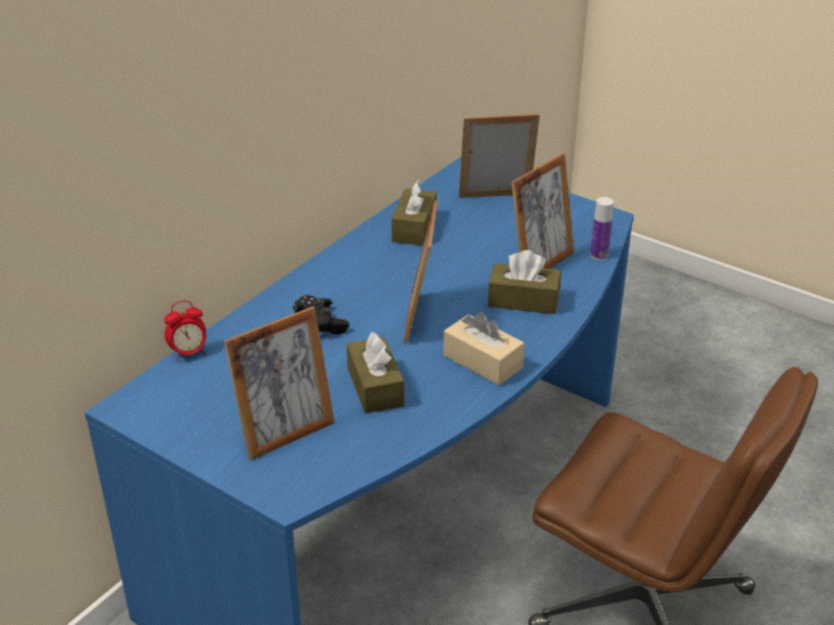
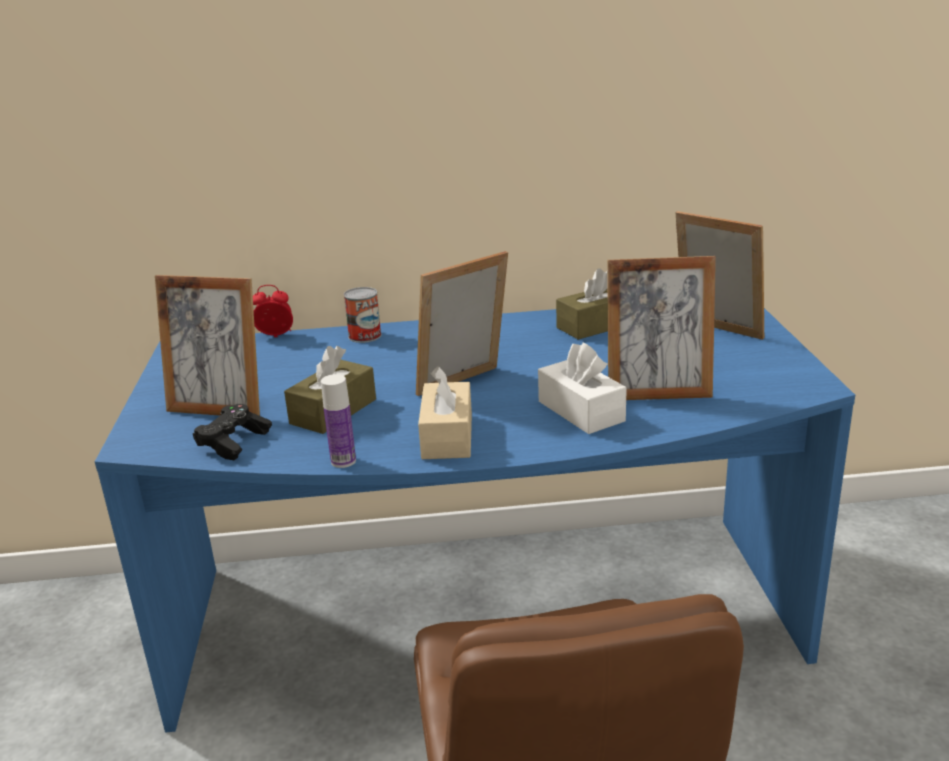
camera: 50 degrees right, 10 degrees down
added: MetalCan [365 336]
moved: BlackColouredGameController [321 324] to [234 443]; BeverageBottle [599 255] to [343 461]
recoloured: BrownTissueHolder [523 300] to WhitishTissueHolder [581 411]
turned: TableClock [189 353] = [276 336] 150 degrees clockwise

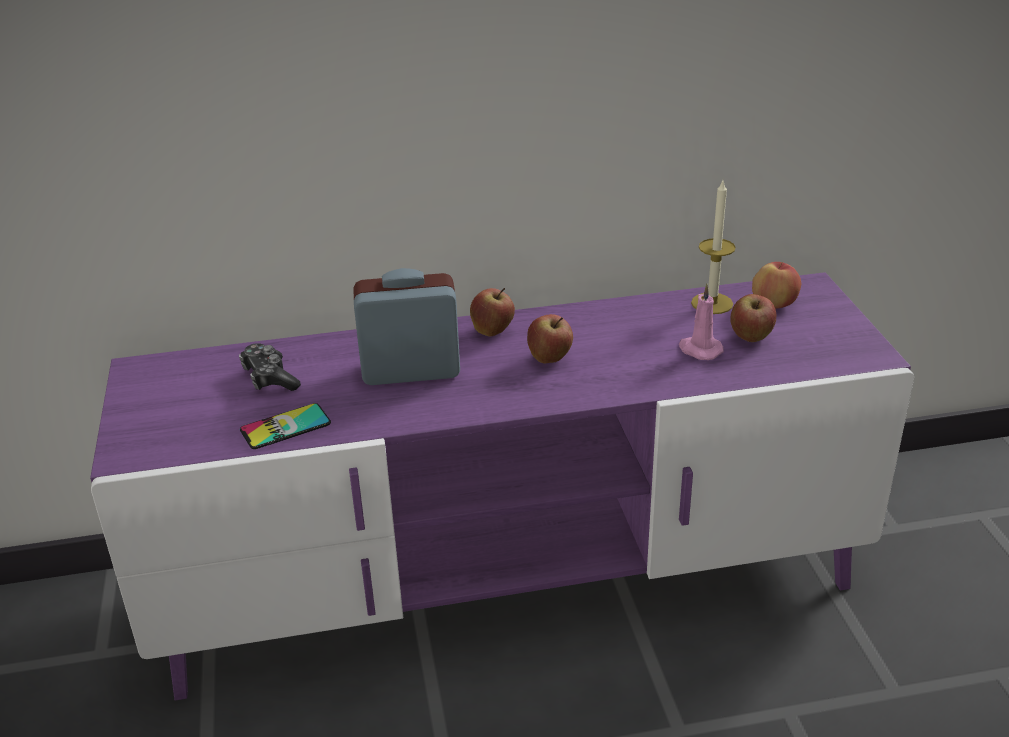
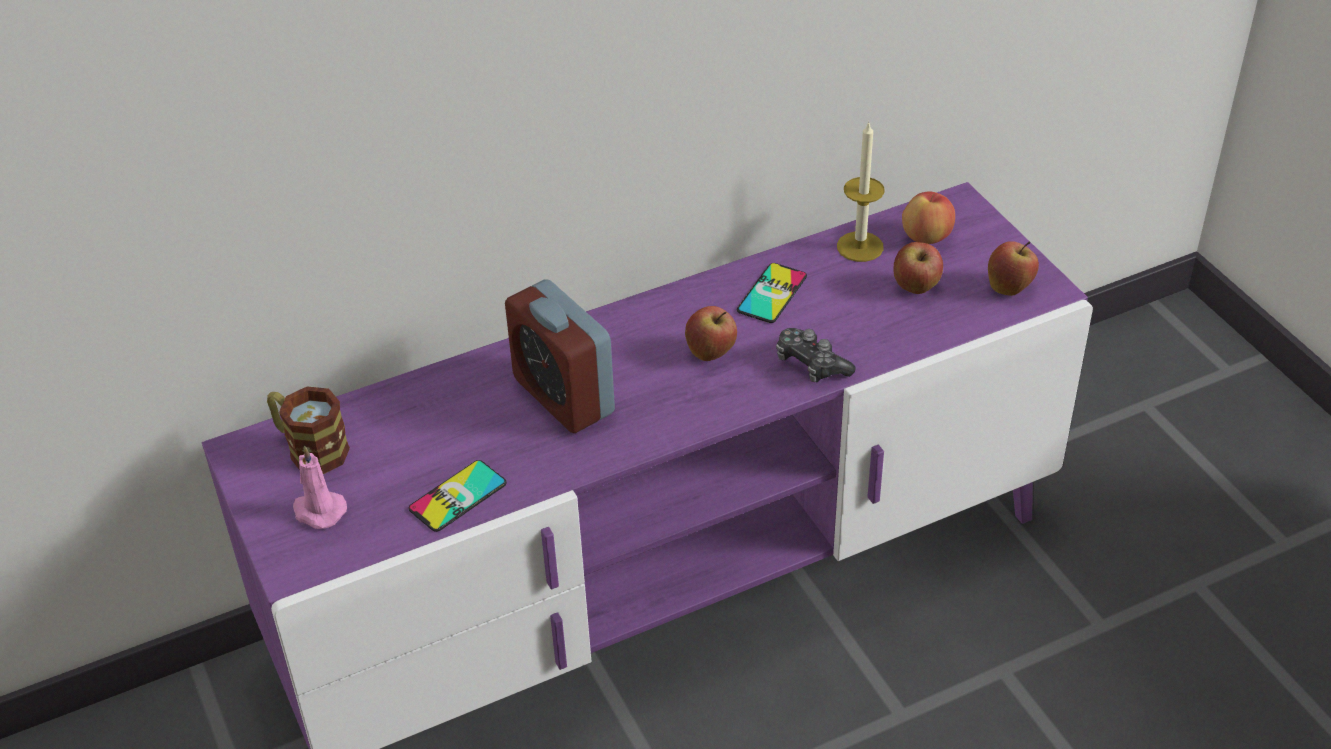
camera: 15 degrees left, 10 degrees up
added: Mug [309 448]; Telephone [772 293]
moved: GameController [269 378] to [811 364]; AppleFruit [493 331] to [1009 287]; PinkishWaxLight [699 350] to [318 511]
turned: TableClock [410 370] = [563 396] 105 degrees counterclockwise

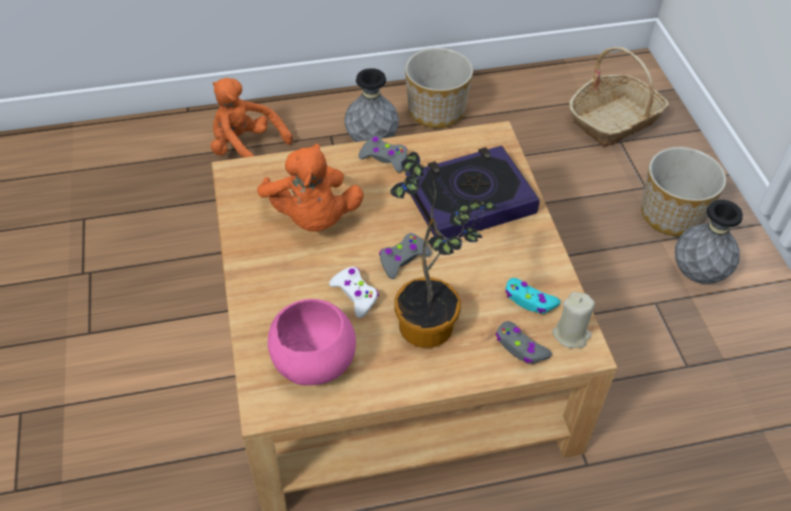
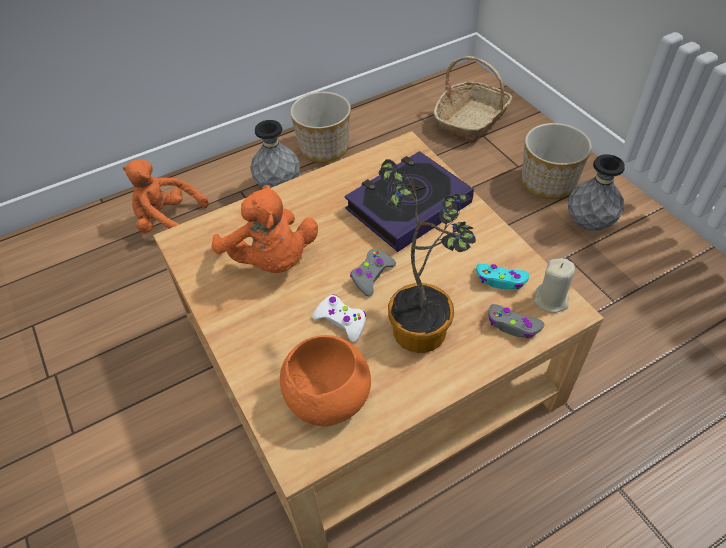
camera: 15 degrees left, 0 degrees up
removed: GreyishGameController [384 158]
recoloured: PinkishBowl [313 360] to OrangeBowl [327 396]

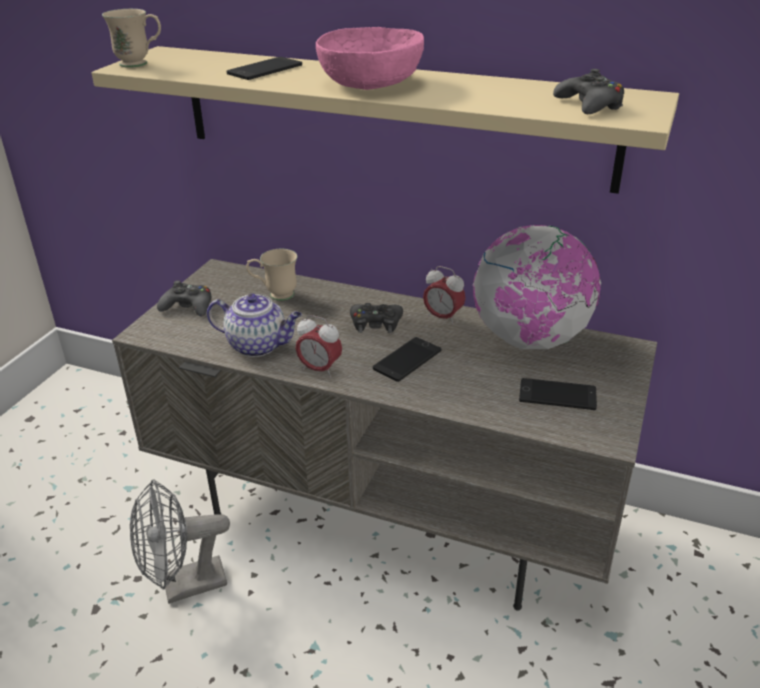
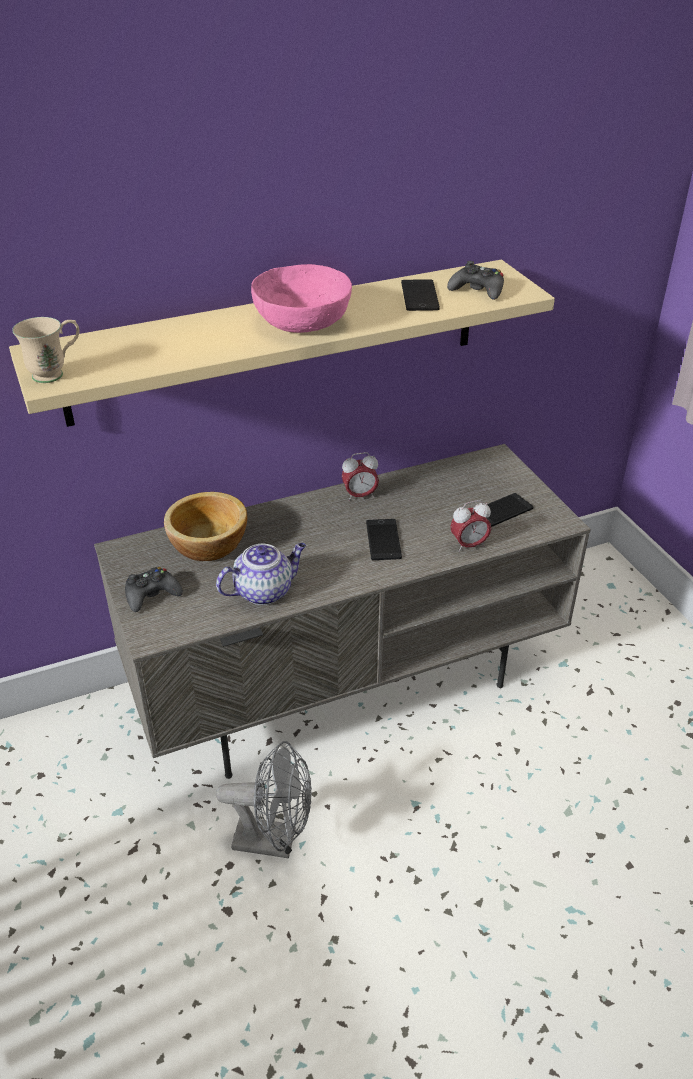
camera: 45 degrees left, 5 degrees up
removed: BlackColouredGameController [376 323]; Globe [530 340]
moved: Telephone [265 69] to [419 296]; TableClock [320 369] to [469 545]
replaced: BeigeMug [275 295] to Bowl [209 545]
turned: GreyishFan [184 586] = [274 841] 105 degrees counterclockwise

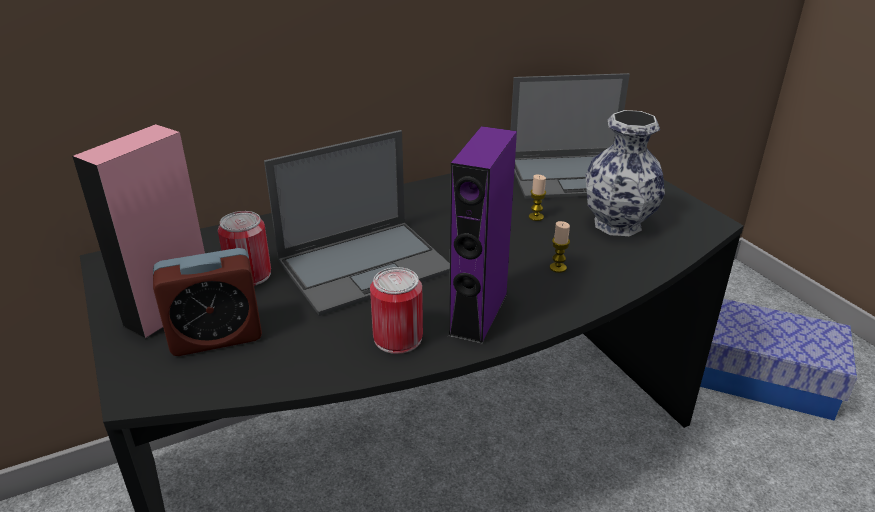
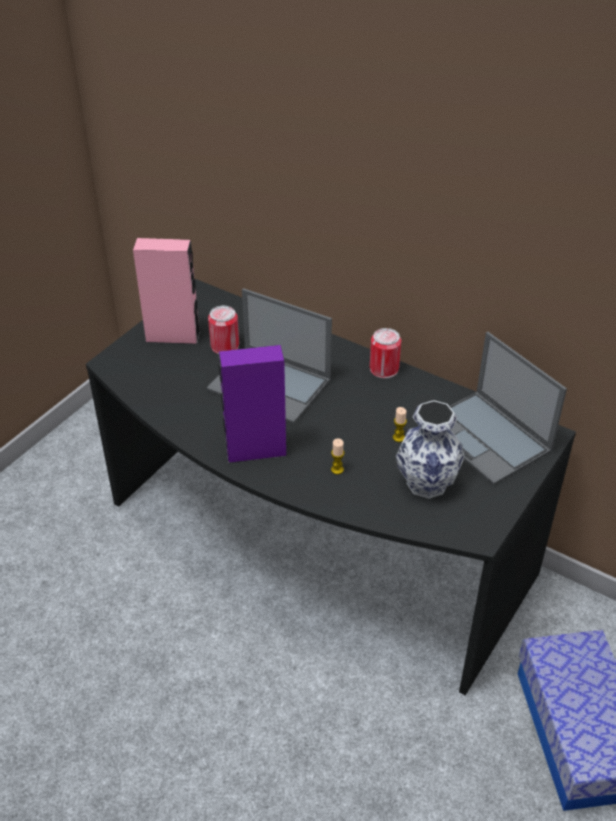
camera: 60 degrees right, 10 degrees up
removed: TableClock [216 337]
moved: MetalCan [398 338] to [384 369]

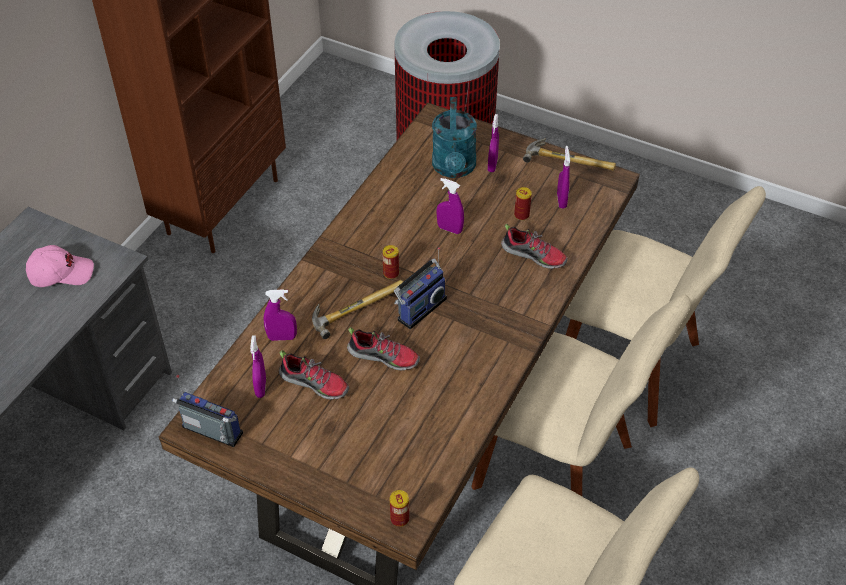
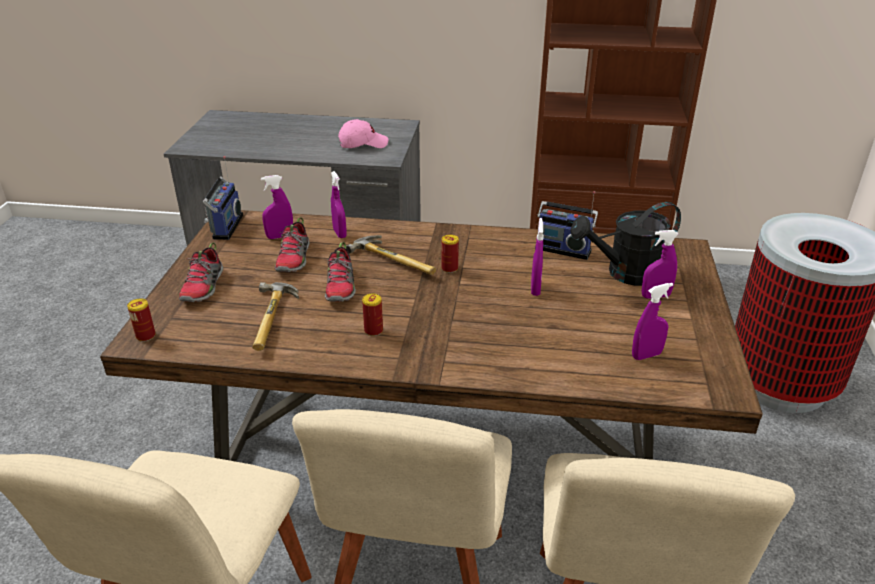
camera: 70 degrees right, 15 degrees down
moved: RadioSet [419 308] to [563 249]; LowShoe [534 255] to [203 287]; MetalCan [521 215] to [373 331]; Hammer [570 159] to [276 320]
recoloured: BlueGreenWateringCan [454 169] to BlackColouredWateringCan [625 274]
turned: PinkishCap [61 273] = [363 144] 75 degrees counterclockwise

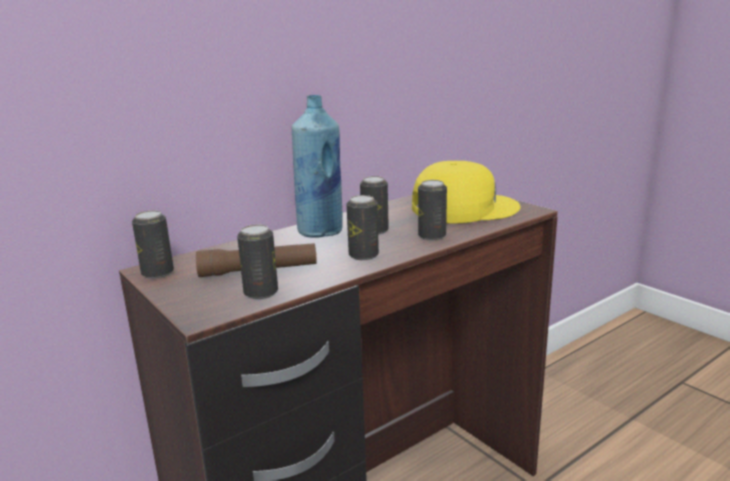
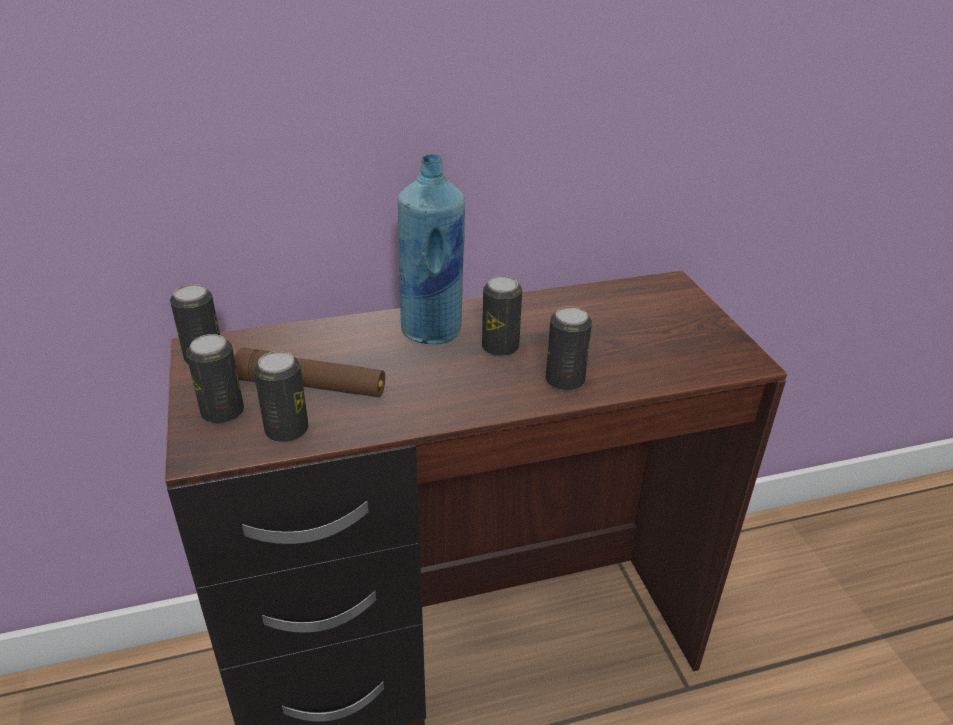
camera: 20 degrees right, 15 degrees up
removed: YellowCap [463 208]
moved: MetalCan [363 255] to [223 412]

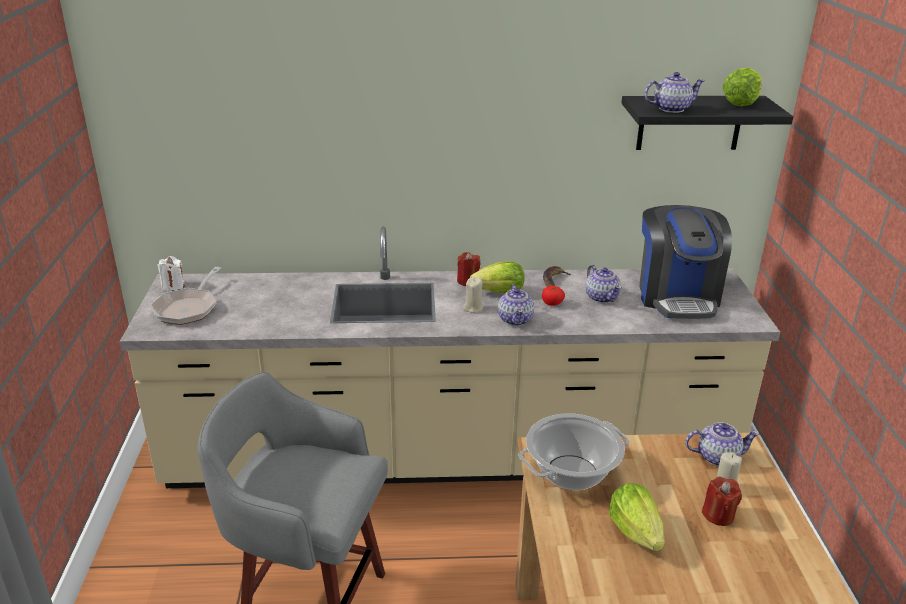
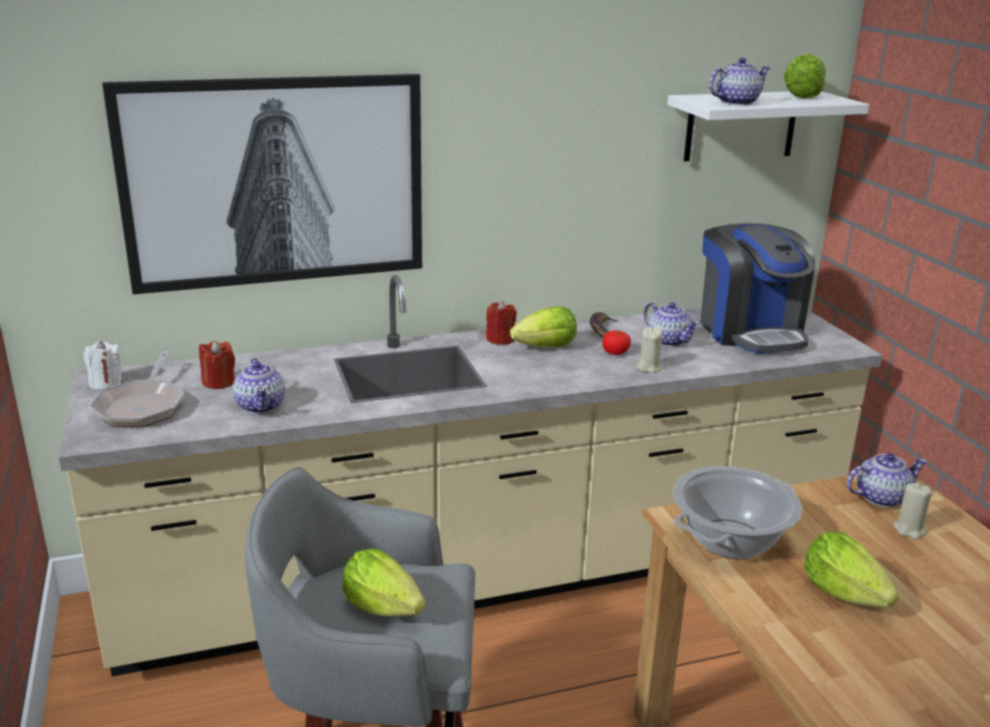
camera: 15 degrees left, 5 degrees down
added: WallPicture [275 181]; HeadOfLettuce [382 606]
moved: BeigeWaxLight [473 308] to [648 367]; TeaPot [515 319] to [261 406]; ReddishWaxLight [718 515] to [219 382]
recoloured: BlackColouredBracketShelf [689 122] to WhitishBracketShelf [741 125]

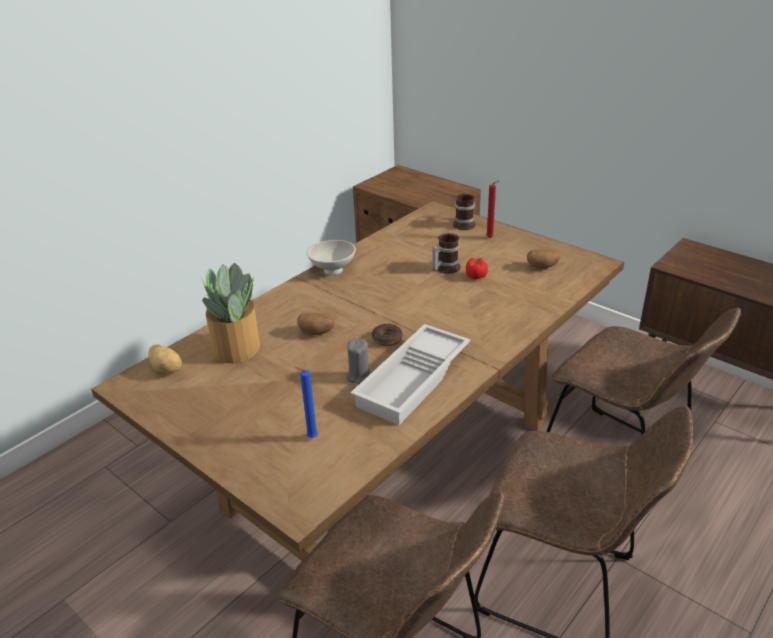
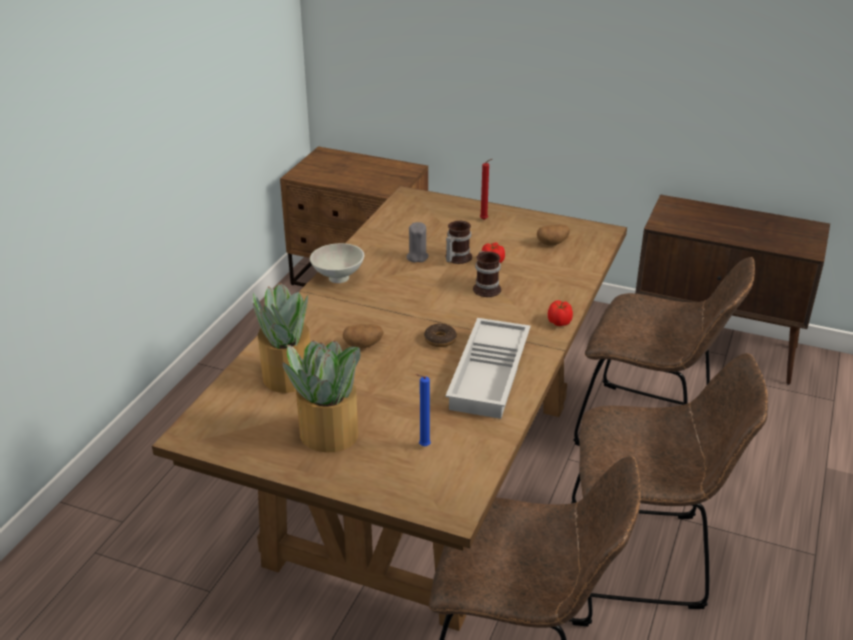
camera: 20 degrees left, 0 degrees up
removed: Potato [167 369]
added: PottedPlant [328 433]; WholeTomato [559 322]
moved: GreyishWaxLight [359 376] to [417 257]; Mug [465 224] to [487 287]

